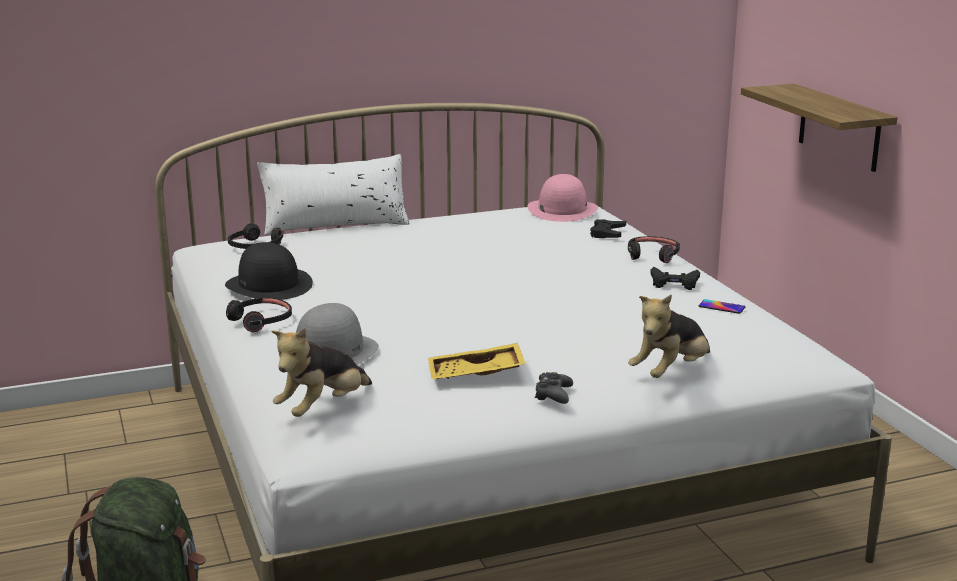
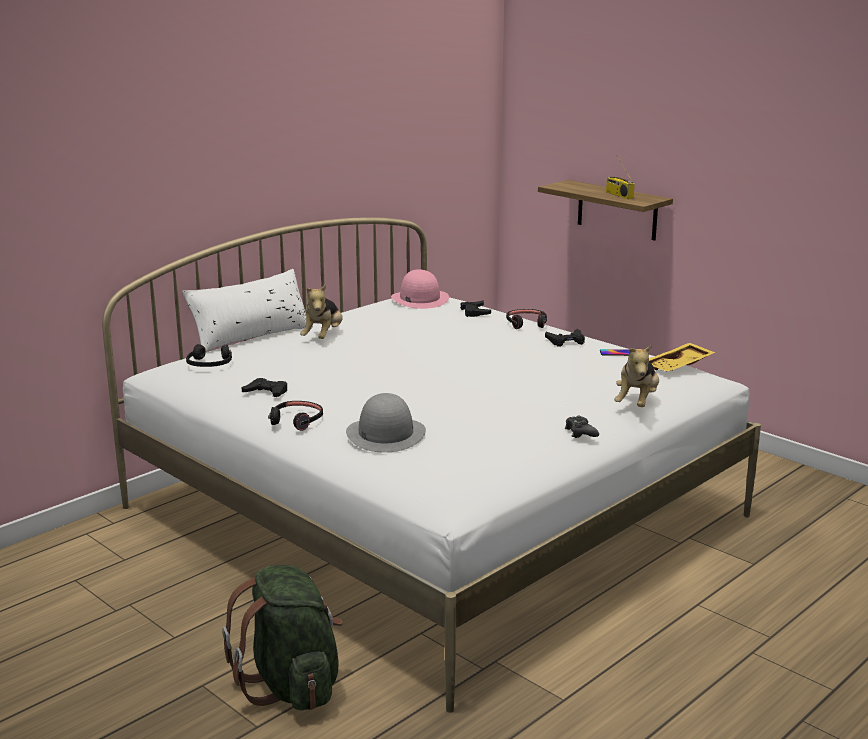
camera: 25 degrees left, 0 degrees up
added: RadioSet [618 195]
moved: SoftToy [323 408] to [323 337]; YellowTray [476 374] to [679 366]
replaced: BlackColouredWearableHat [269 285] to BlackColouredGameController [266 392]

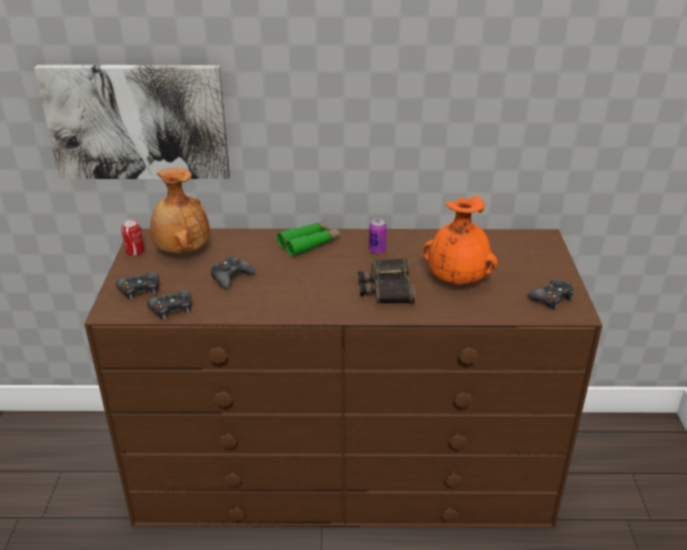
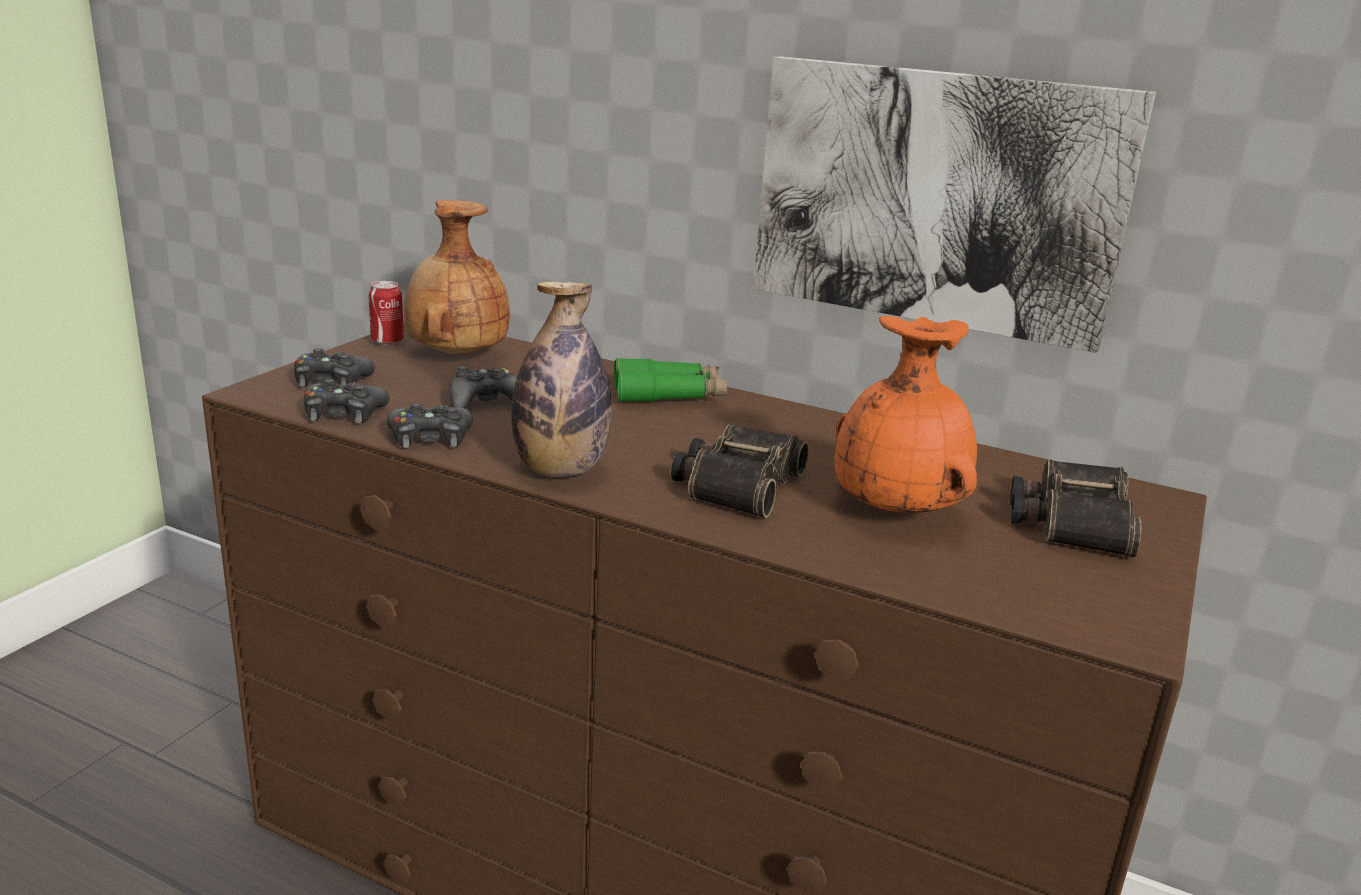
camera: 25 degrees right, 10 degrees down
removed: MetalCan [377 250]
added: BeverageBottle [560 470]; PairOfBinoculars [1070 521]
moved: WallPicture [137 122] to [936 198]; BlackColouredGameController [551 298] to [430 437]

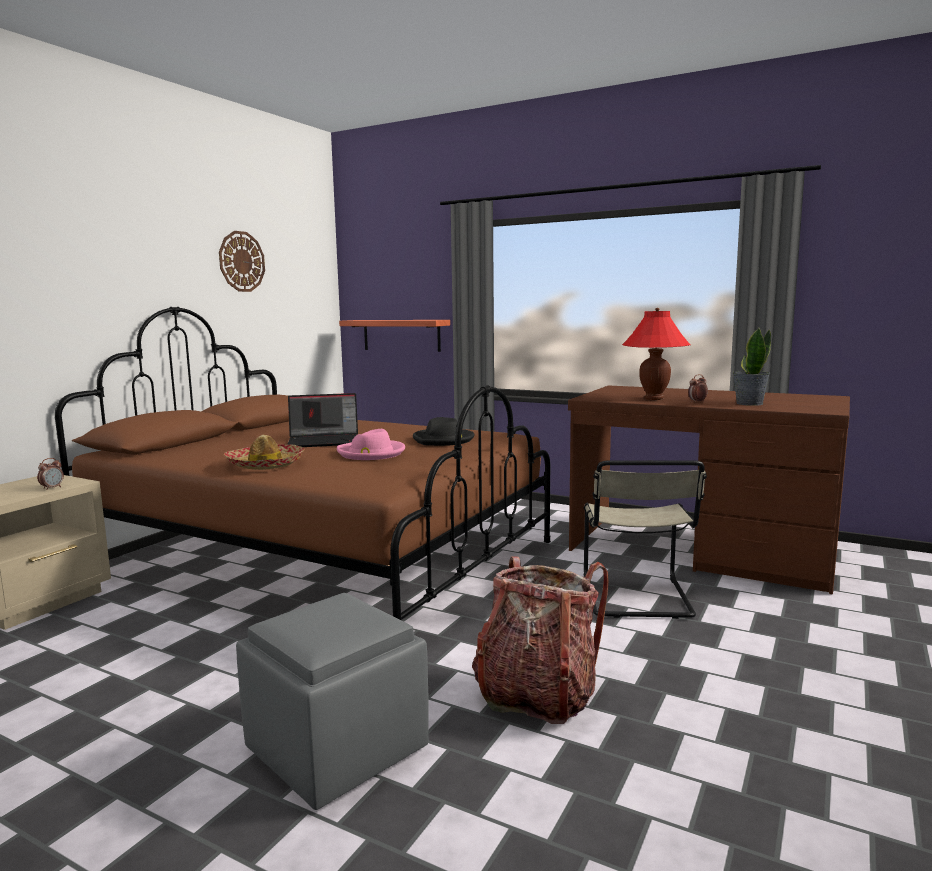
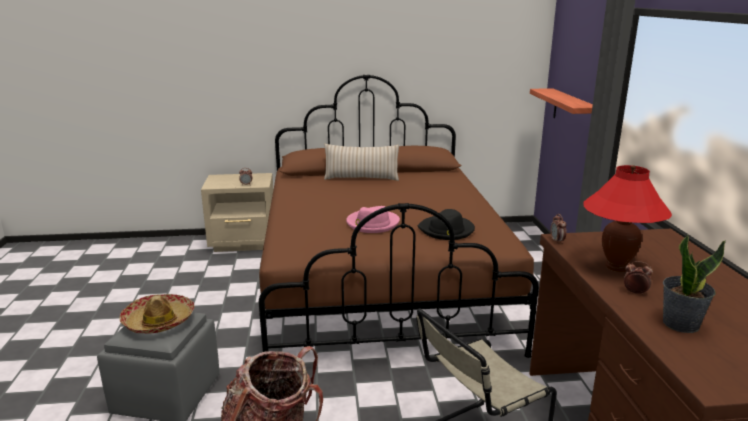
camera: 55 degrees right, 10 degrees up
removed: WallClock [241 261]; PortableComputer [325 441]
added: BeigePillow [361 178]; TableClock [557 241]
moved: WearableHat [266 465] to [159 321]

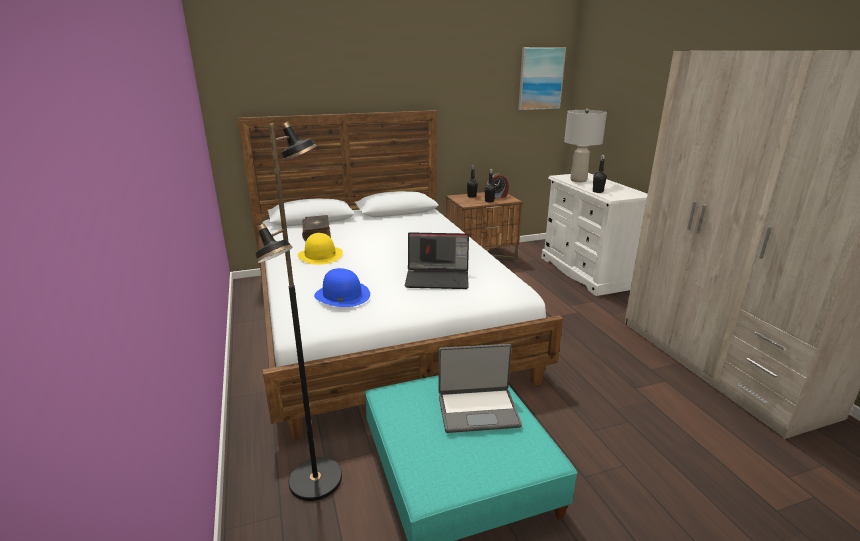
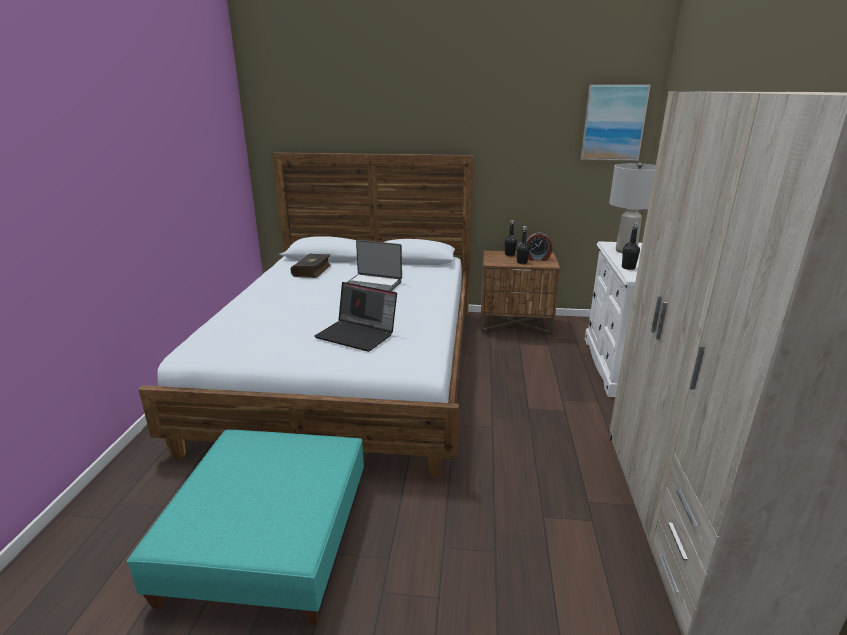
camera: 25 degrees right, 0 degrees up
removed: BlackColouredStandingLamp [317 479]; YellowWearableHat [320 255]; BluishWearableHat [342 295]
moved: PortableComputer [478 410] to [373 284]

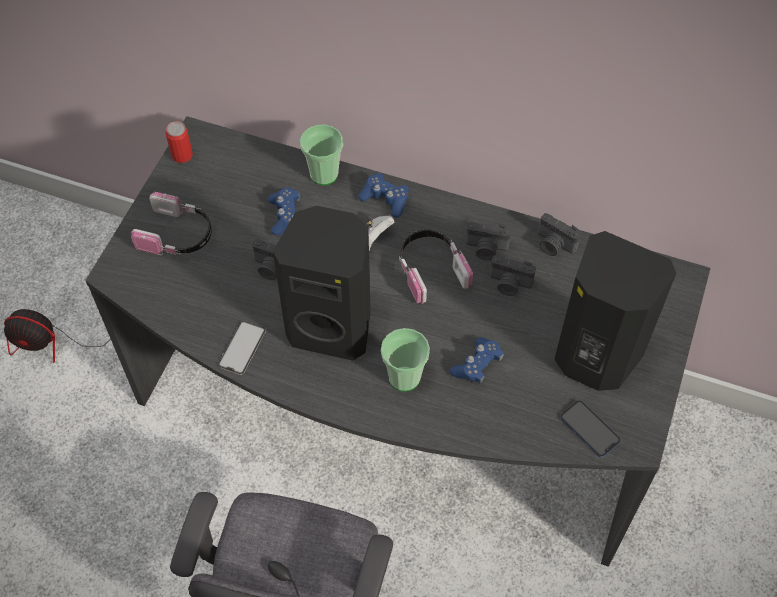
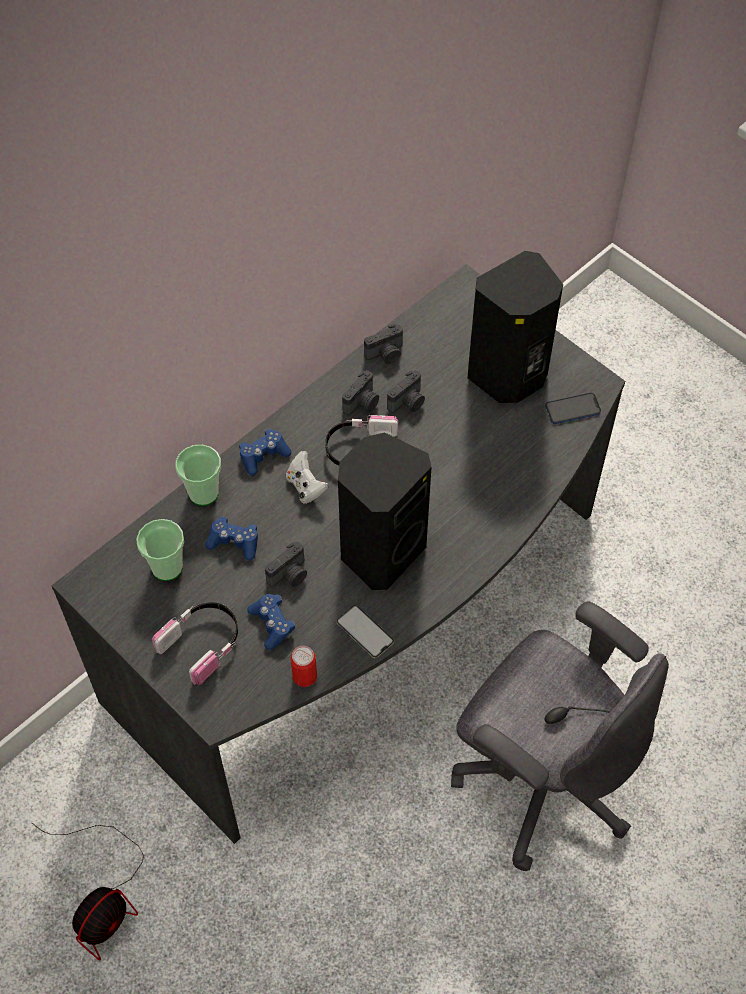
camera: 65 degrees left, 0 degrees up
moved: MetalCan [182 155] to [304 676]; Cup [404 377] to [167 567]; BluishGameController [477 365] to [272 624]

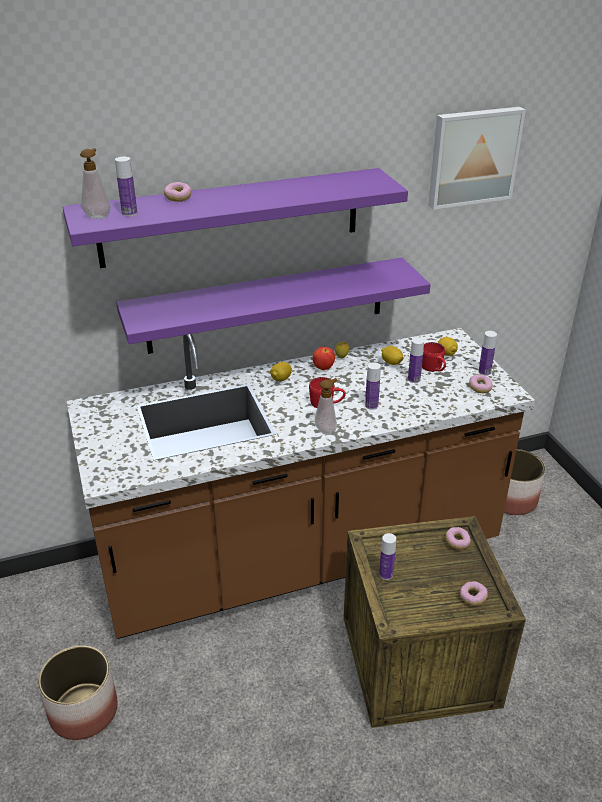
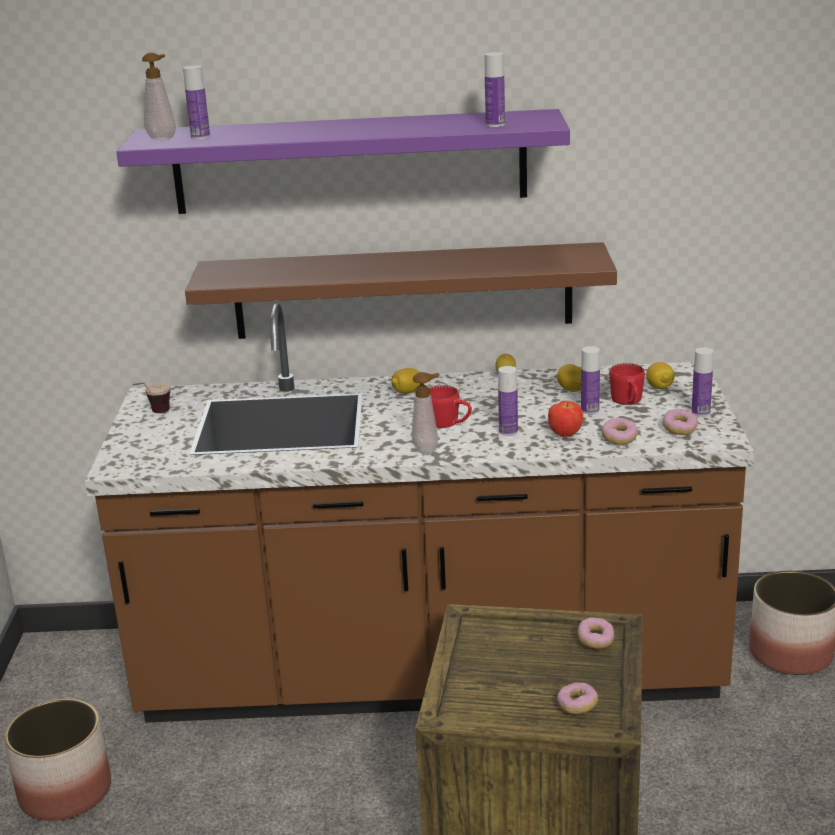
camera: 20 degrees right, 10 degrees down
removed: WallPicture [473 157]
added: Cup [154 414]
moved: Donut [178 198] to [619 438]; AppleFruit [323 368] to [565 435]; BeverageBottle [386 574] to [495 125]
recoloured: PurplishBracketShelf [267 305] to BrownBracketShelf [402 291]

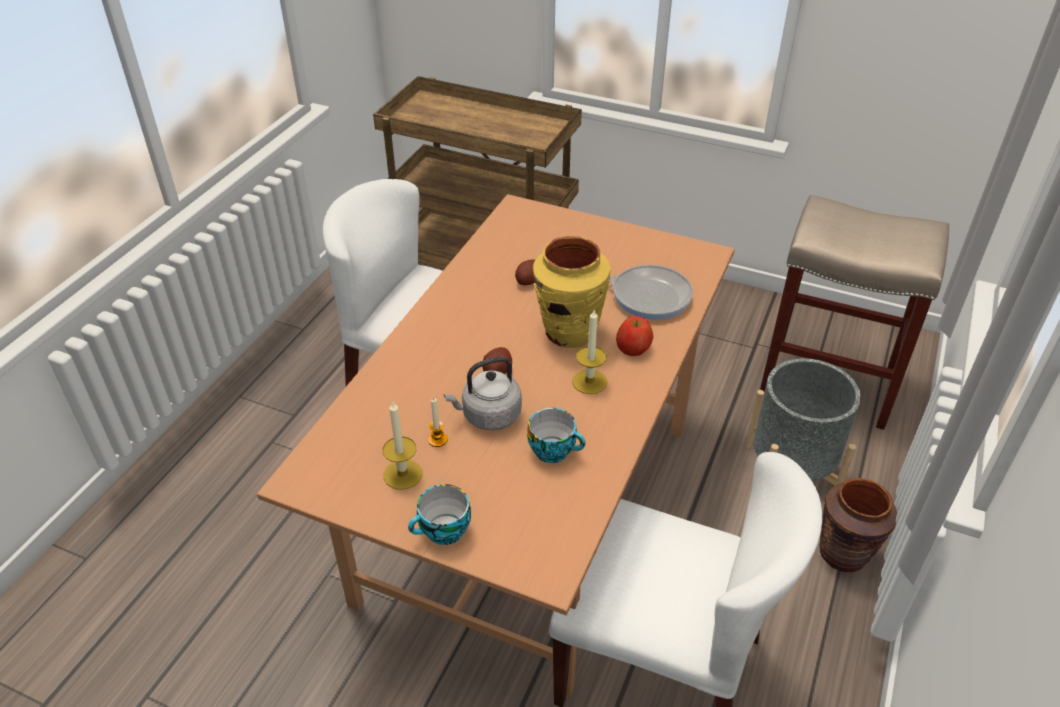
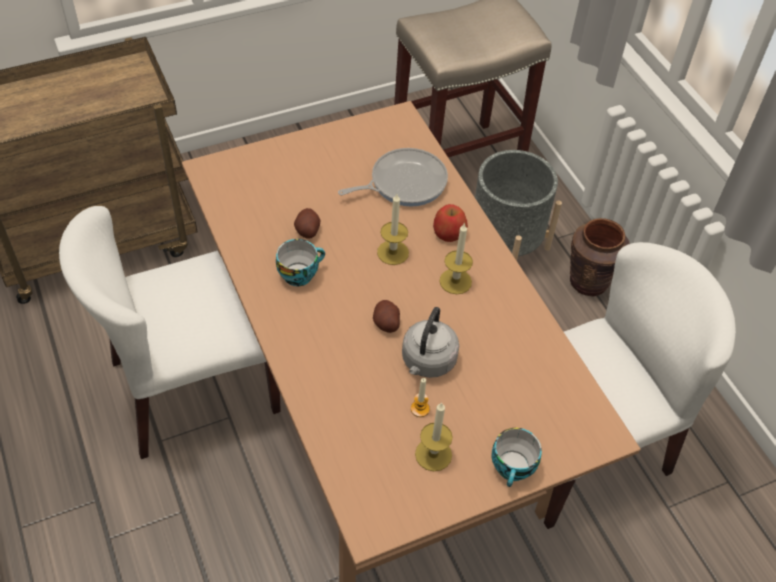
camera: 50 degrees left, 10 degrees up
moved: Cup [554 450] to [299 273]
replaced: YellowFlowerVase [569 332] to WaxLight [393 252]

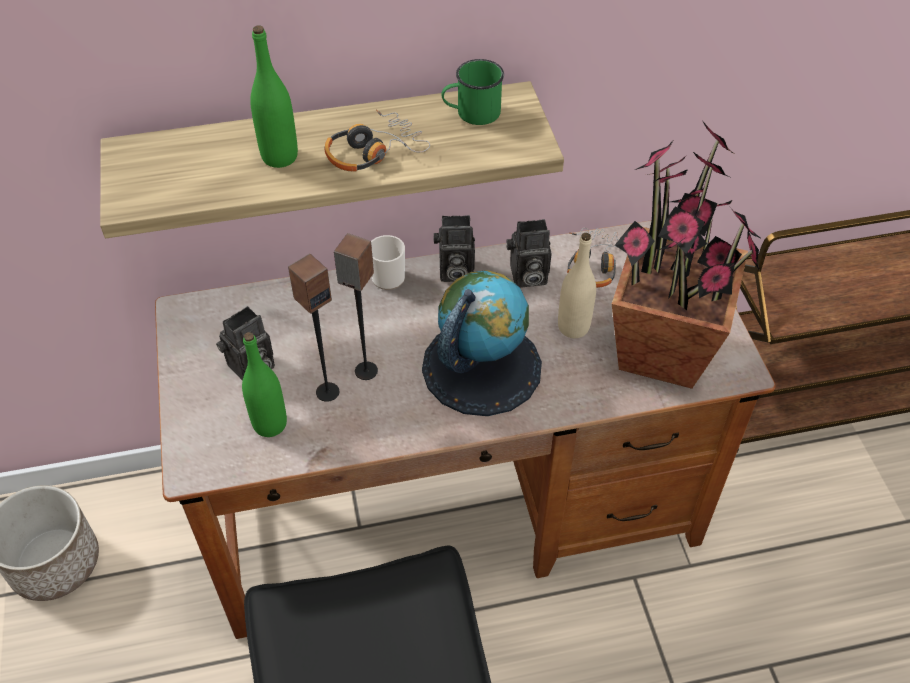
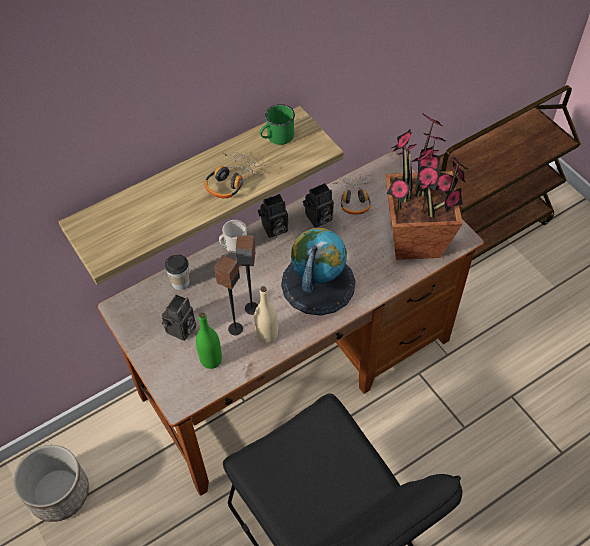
camera: 20 degrees left, 5 degrees up
removed: GreenColouredBeverageBottle [279 157]
added: Cup [180 282]
moved: BeigeBeverageBottle [573 327] to [267 335]

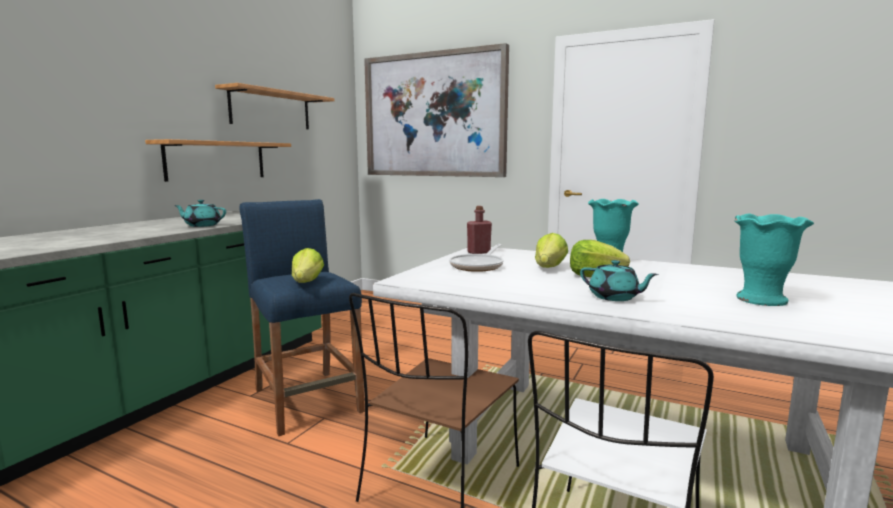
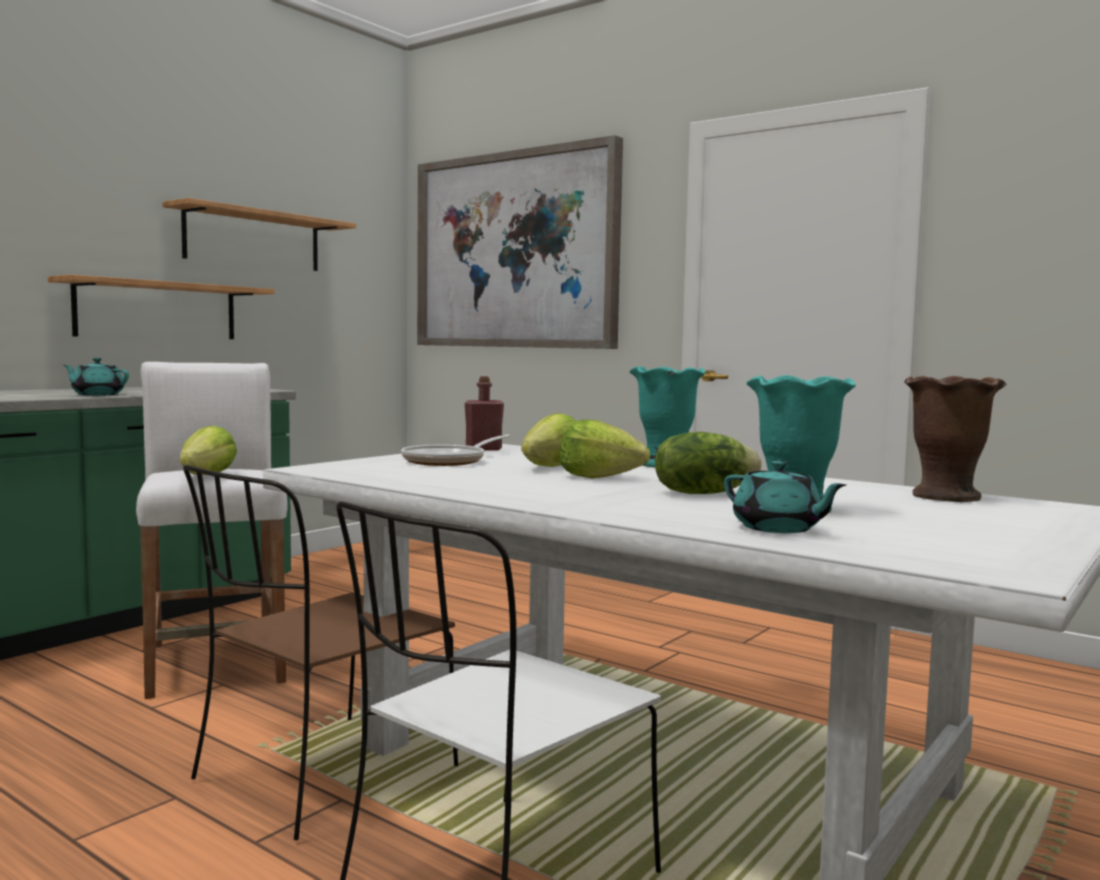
camera: 10 degrees right, 5 degrees down
added: HeadOfLettuce [703 493]; BrownFlowerVase [945 496]
moved: BlueGreenTeaPot [614 297] to [778 528]
recoloured: BluishSittingStool [307 400] to WhitishSittingStool [215 662]

